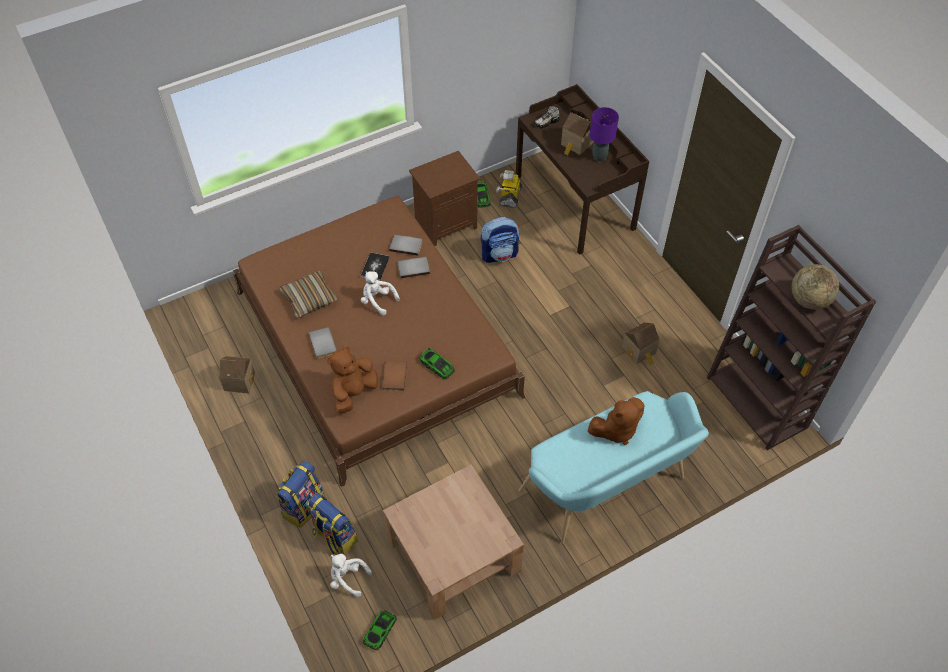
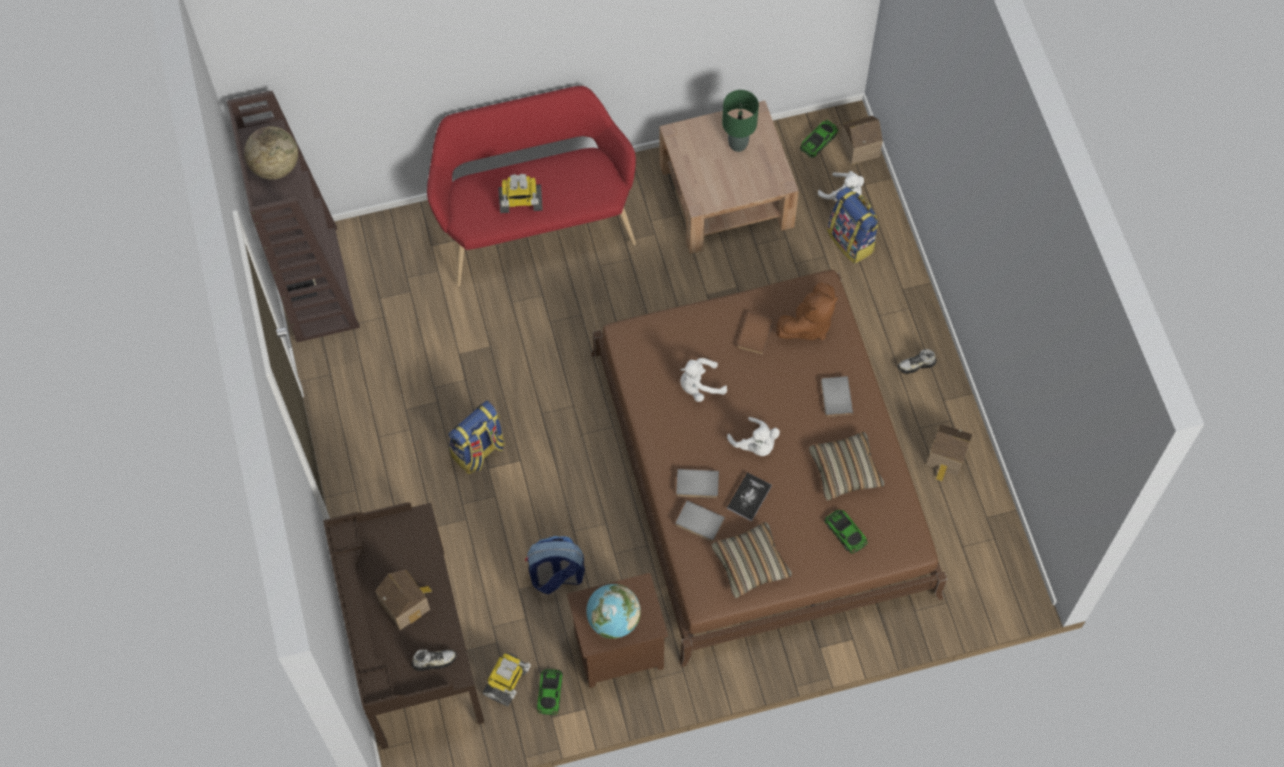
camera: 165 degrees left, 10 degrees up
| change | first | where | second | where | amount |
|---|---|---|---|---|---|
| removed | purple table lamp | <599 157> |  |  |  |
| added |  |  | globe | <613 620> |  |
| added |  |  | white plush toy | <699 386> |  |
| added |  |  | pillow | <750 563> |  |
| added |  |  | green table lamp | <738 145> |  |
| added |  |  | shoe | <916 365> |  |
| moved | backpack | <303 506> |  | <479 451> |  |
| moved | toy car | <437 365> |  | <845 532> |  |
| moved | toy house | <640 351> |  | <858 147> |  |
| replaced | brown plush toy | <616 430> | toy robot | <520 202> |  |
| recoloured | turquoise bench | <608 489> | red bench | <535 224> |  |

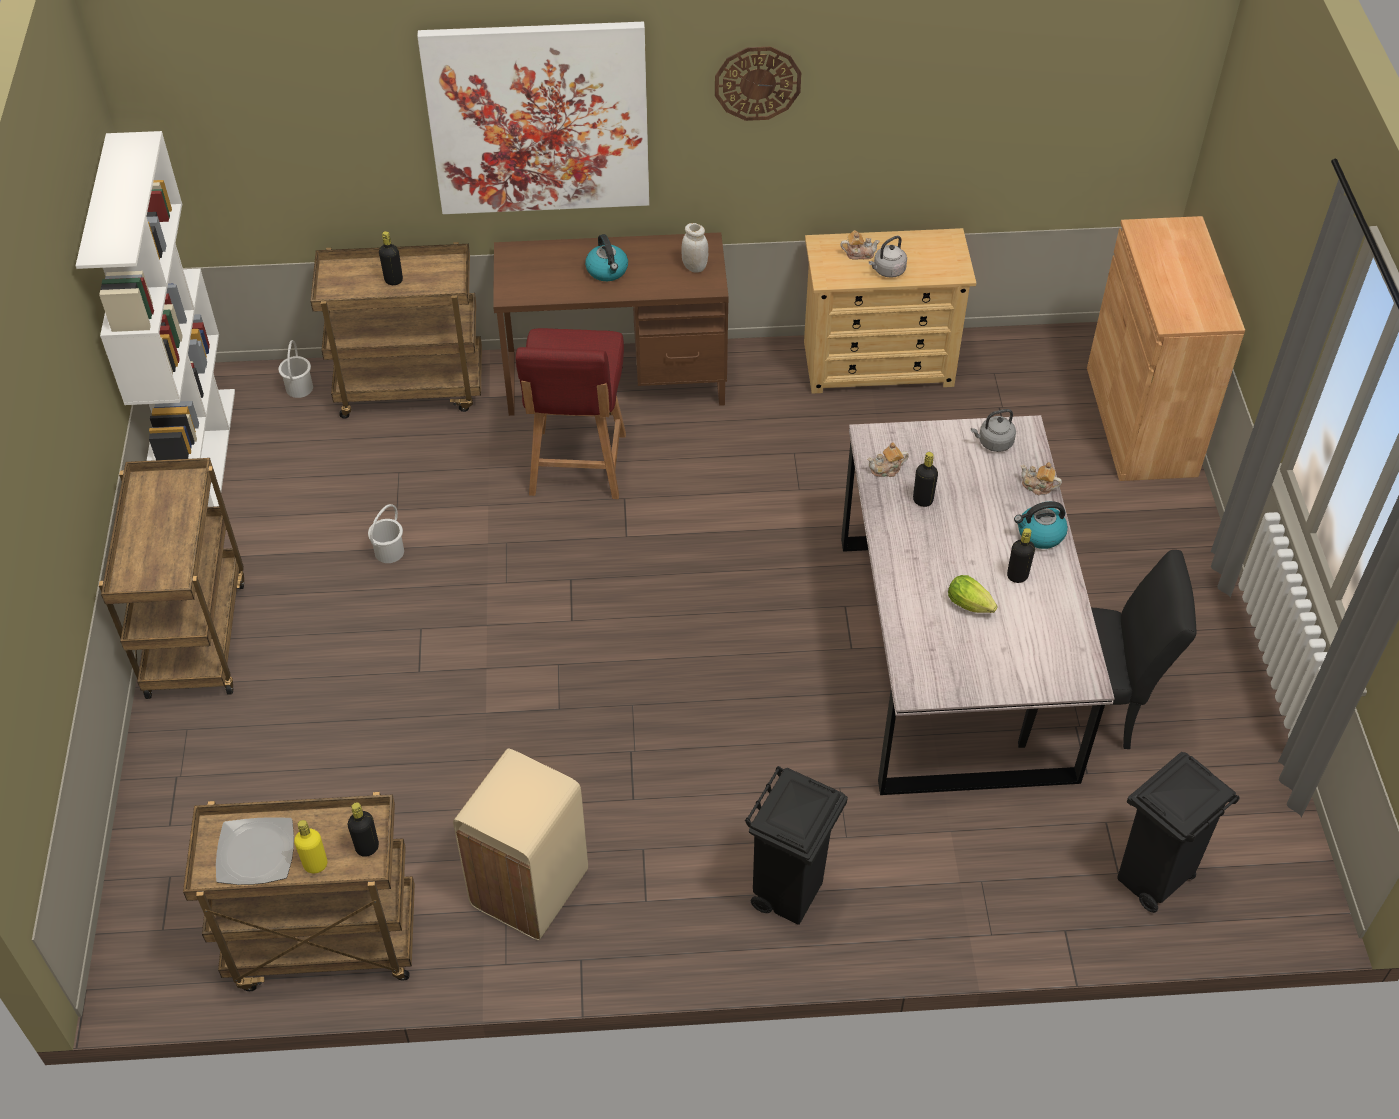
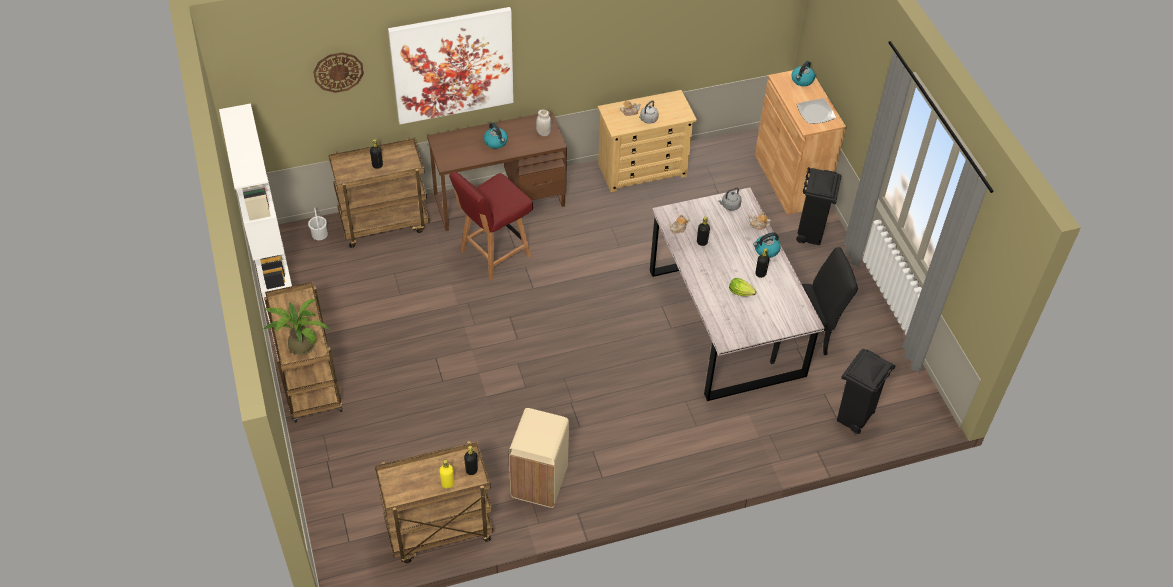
camera: 15 degrees left, 0 degrees up
| change | first | where | second | where | amount |
|---|---|---|---|---|---|
| removed | white bucket | <390 552> |  |  |  |
| added |  |  | potted plant | <299 344> |  |
| added |  |  | kettle | <802 80> |  |
| moved | plate | <256 852> |  | <816 112> |  |
| moved | wall clock | <757 83> |  | <338 72> |  |
| moved | black trash can | <789 893> |  | <810 234> |  |
| turned | red chair | <577 466> |  | <493 254> | 60 degrees clockwise |

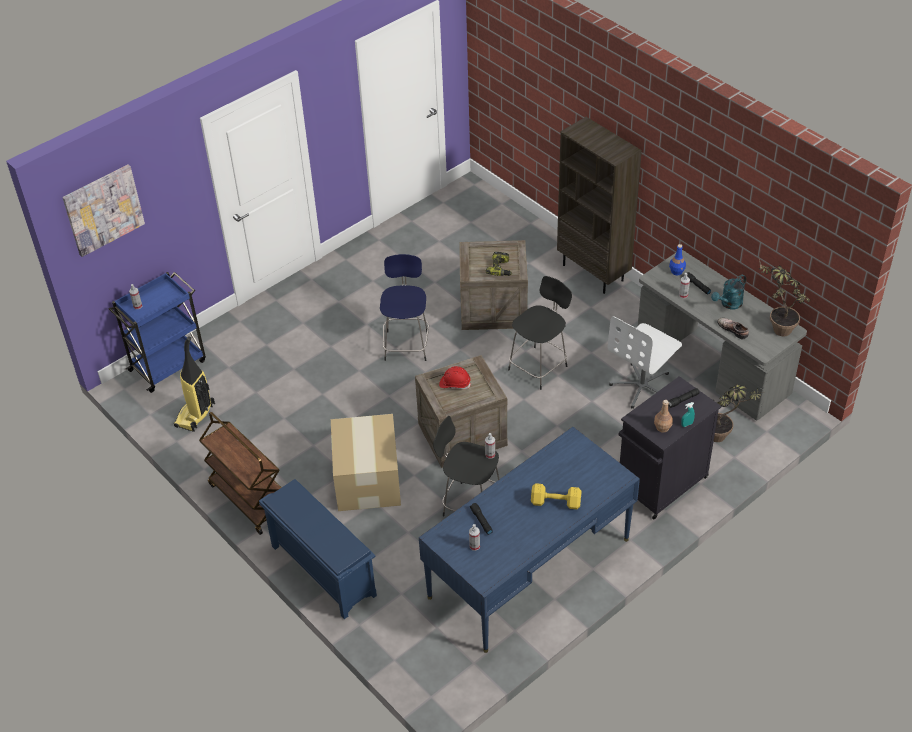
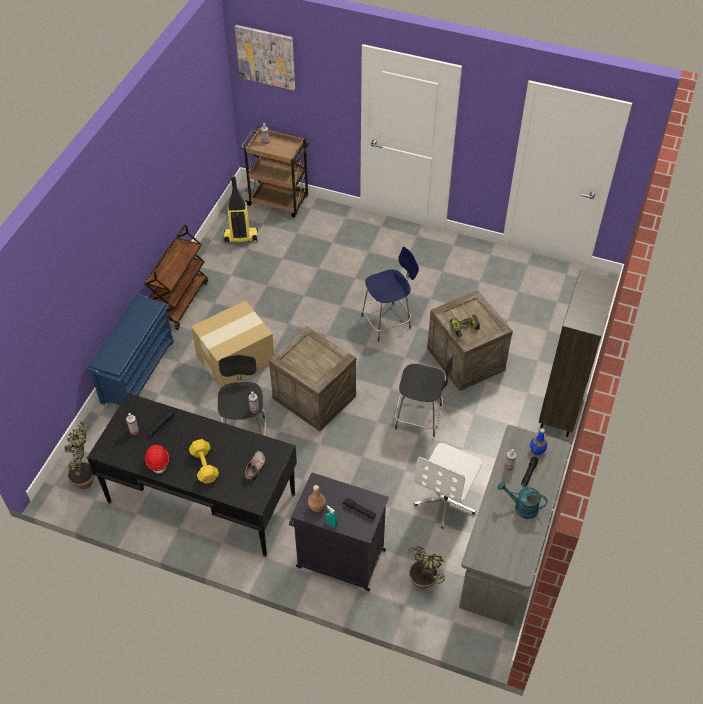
camera: 60 degrees right, 5 degrees up
| change | first | where | second | where | amount |
|---|---|---|---|---|---|
| moved | red hard hat | <455 384> |  | <158 460> |  |
| moved | shoe | <733 329> |  | <255 468> |  |
| moved | potted plant | <776 327> |  | <87 477> |  |
| recoloured | blue cart | <169 364> | brown cart | <279 201> |  |
| recoloured | blue desk | <529 568> | black desk | <201 498> |  |
| turned | white office chair | <642 386> |  | <446 501> | 75 degrees counterclockwise |

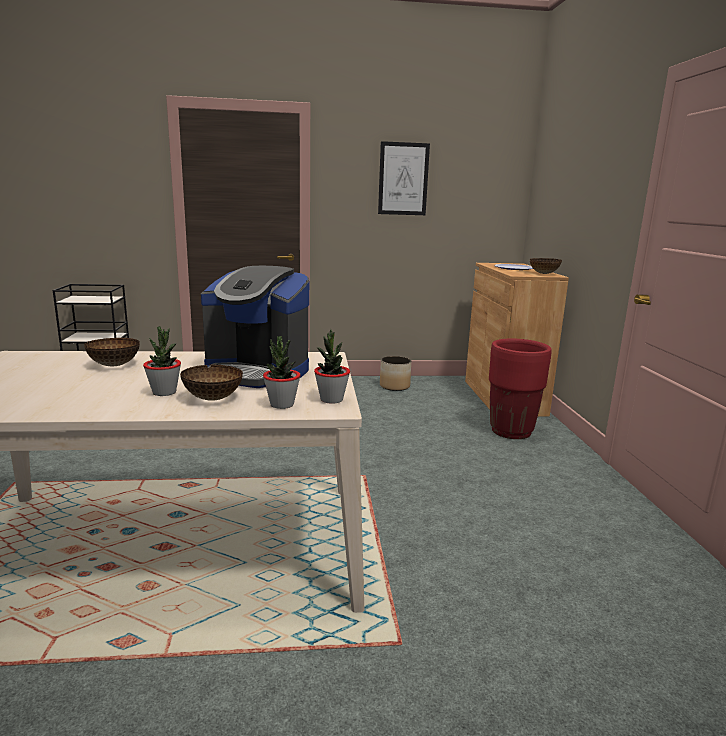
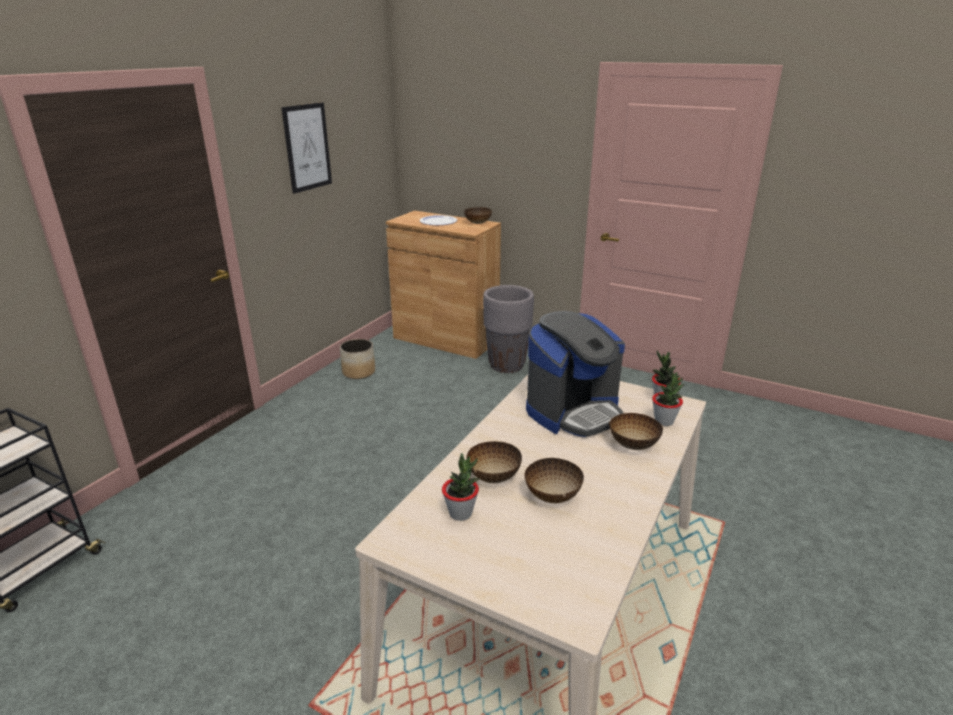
camera: 55 degrees left, 10 degrees up
| change | first | where | second | where | amount |
|---|---|---|---|---|---|
| added |  |  | bowl | <551 496> |  |
| moved | potted plant | <164 392> |  | <460 513> |  |
| recoloured | red planter | <511 431> | grey planter | <507 365> |  |

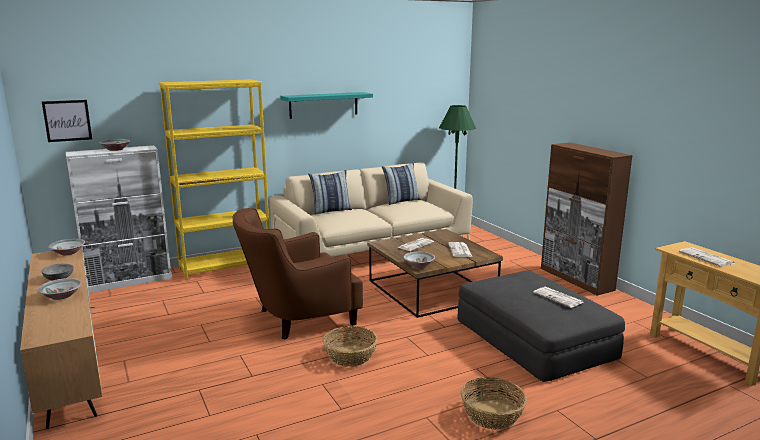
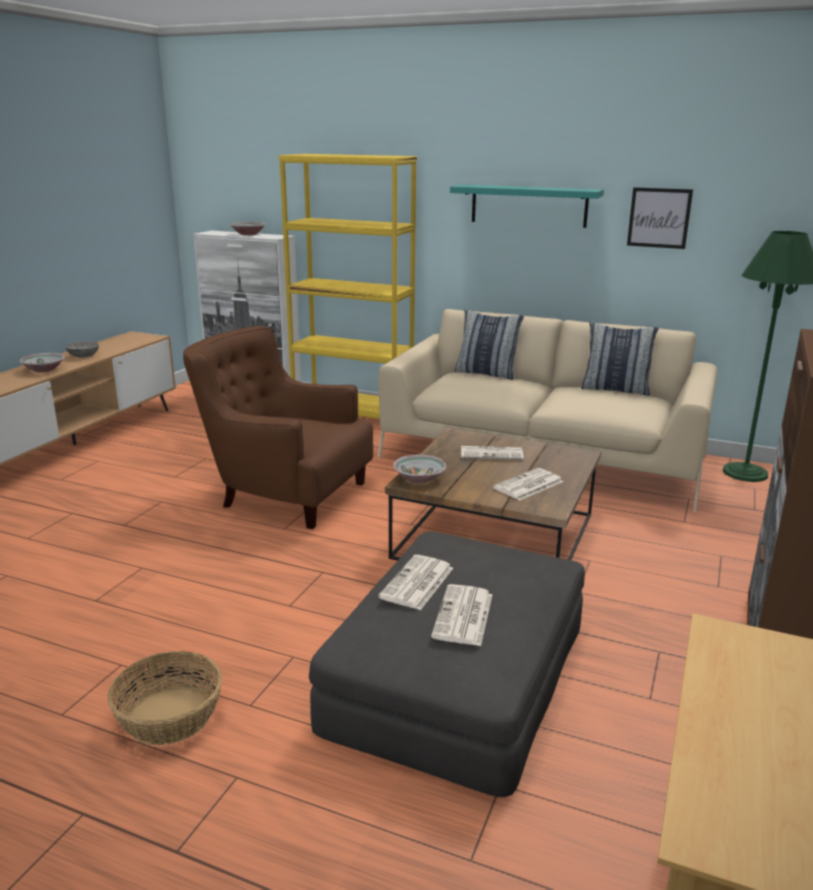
camera: 50 degrees right, 5 degrees up
| change | first | where | second | where | amount |
|---|---|---|---|---|---|
| removed | bowl | <68 252> |  |  |  |
| removed | basket | <350 356> |  |  |  |
| moved | picture | <67 120> |  | <659 218> |  |
| moved | newspaper | <707 258> |  | <417 583> |  |

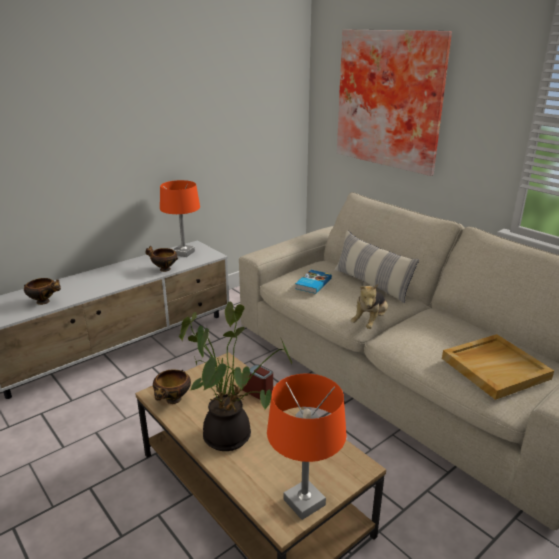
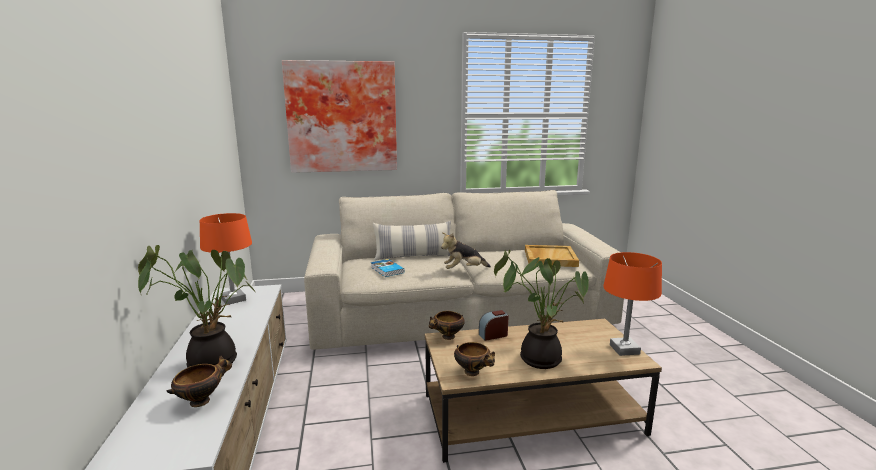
camera: 60 degrees left, 10 degrees down
| change | first | where | second | where | amount |
|---|---|---|---|---|---|
| added |  |  | potted plant | <212 361> |  |
| moved | bowl | <163 269> |  | <447 337> |  |
| turned | plush toy | <370 322> |  | <464 270> | 105 degrees clockwise |

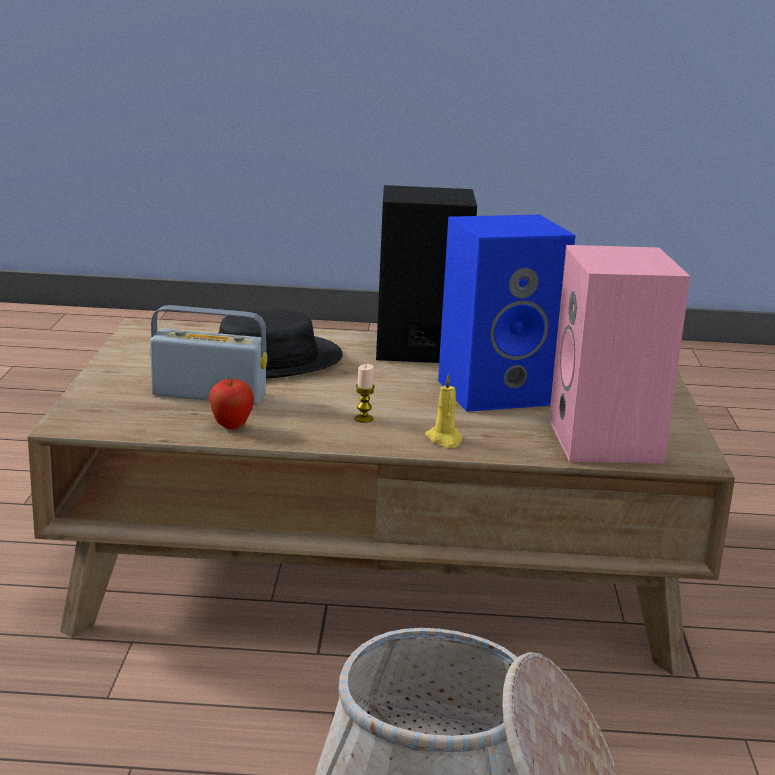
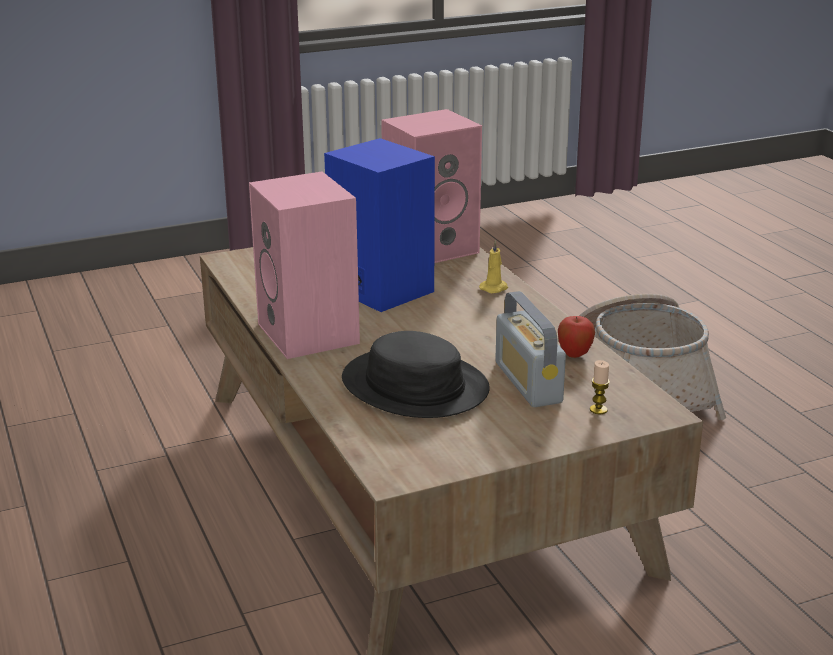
camera: 115 degrees left, 5 degrees up
| change | first | where | second | where | amount |
|---|---|---|---|---|---|
| moved | candle | <363 419> |  | <598 410> |  |
| recoloured | black speaker | <417 349> | pink speaker | <311 334> |  |

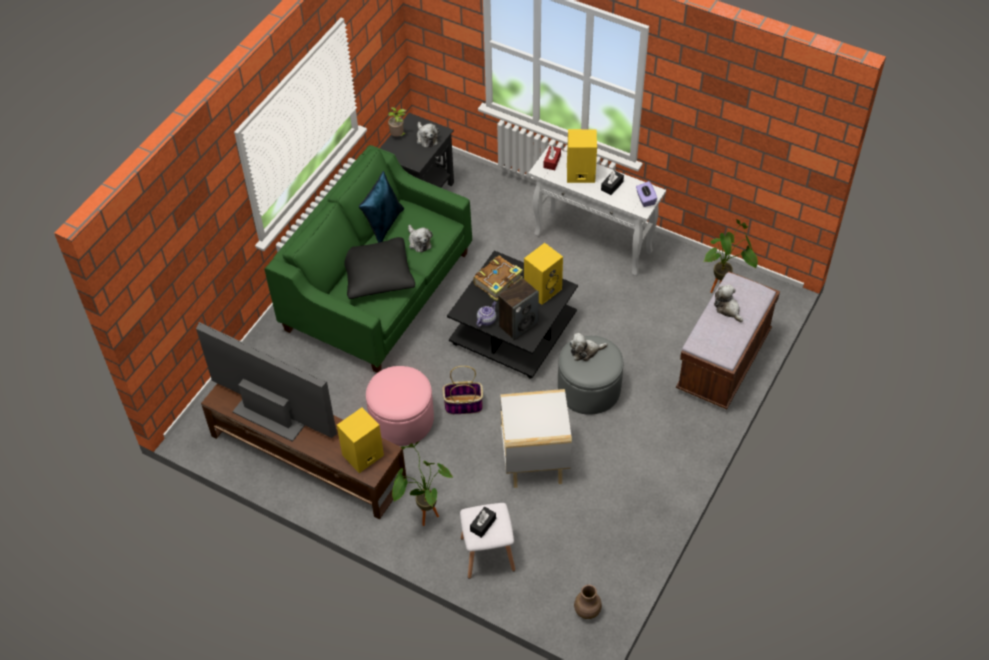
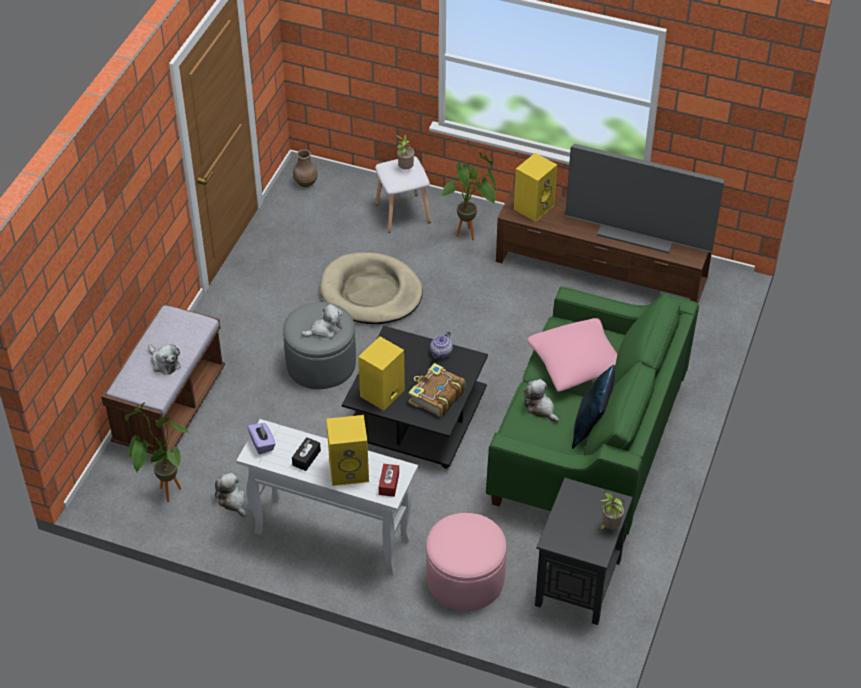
camera: 170 degrees right, 5 degrees down
| change | first | where | second | where | amount |
|---|---|---|---|---|---|
| removed | basket | <463 405> |  |  |  |
| removed | speaker | <518 325> |  |  |  |
| moved | pink ottoman | <402 419> |  | <465 579> |  |
| moved | plush toy | <426 138> |  | <232 501> |  |
| replaced | black tissue box | <483 525> | potted plant | <405 168> |  |
| replaced | white side table | <534 458> | beige dog bed | <371 292> |  |
| recoloured | black pillow | <377 275> | pink pillow | <577 364> |  |

